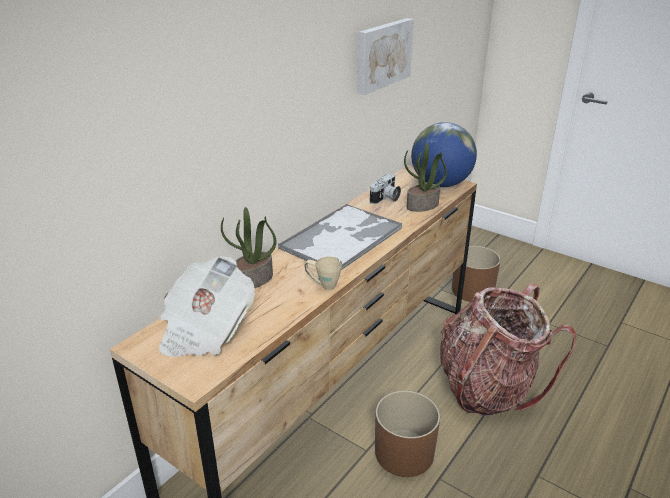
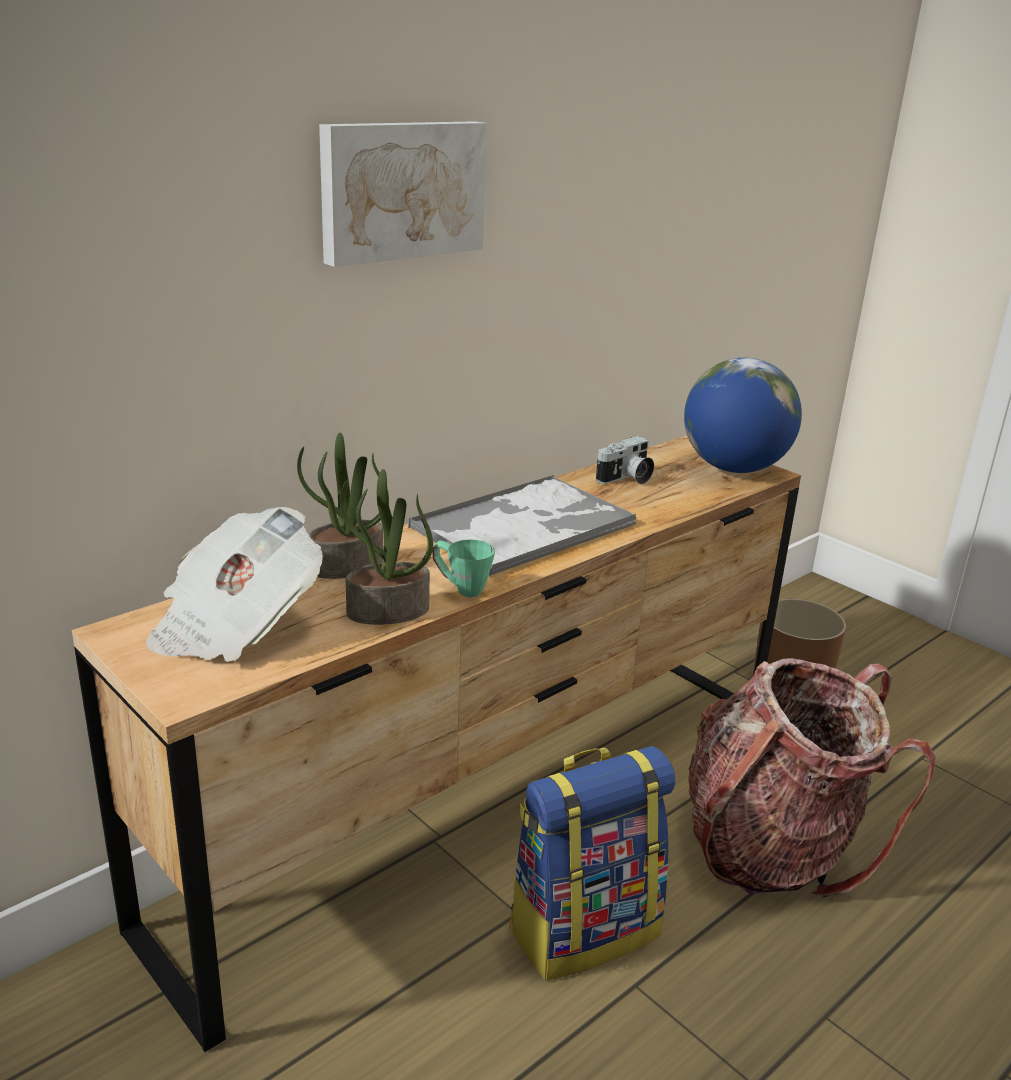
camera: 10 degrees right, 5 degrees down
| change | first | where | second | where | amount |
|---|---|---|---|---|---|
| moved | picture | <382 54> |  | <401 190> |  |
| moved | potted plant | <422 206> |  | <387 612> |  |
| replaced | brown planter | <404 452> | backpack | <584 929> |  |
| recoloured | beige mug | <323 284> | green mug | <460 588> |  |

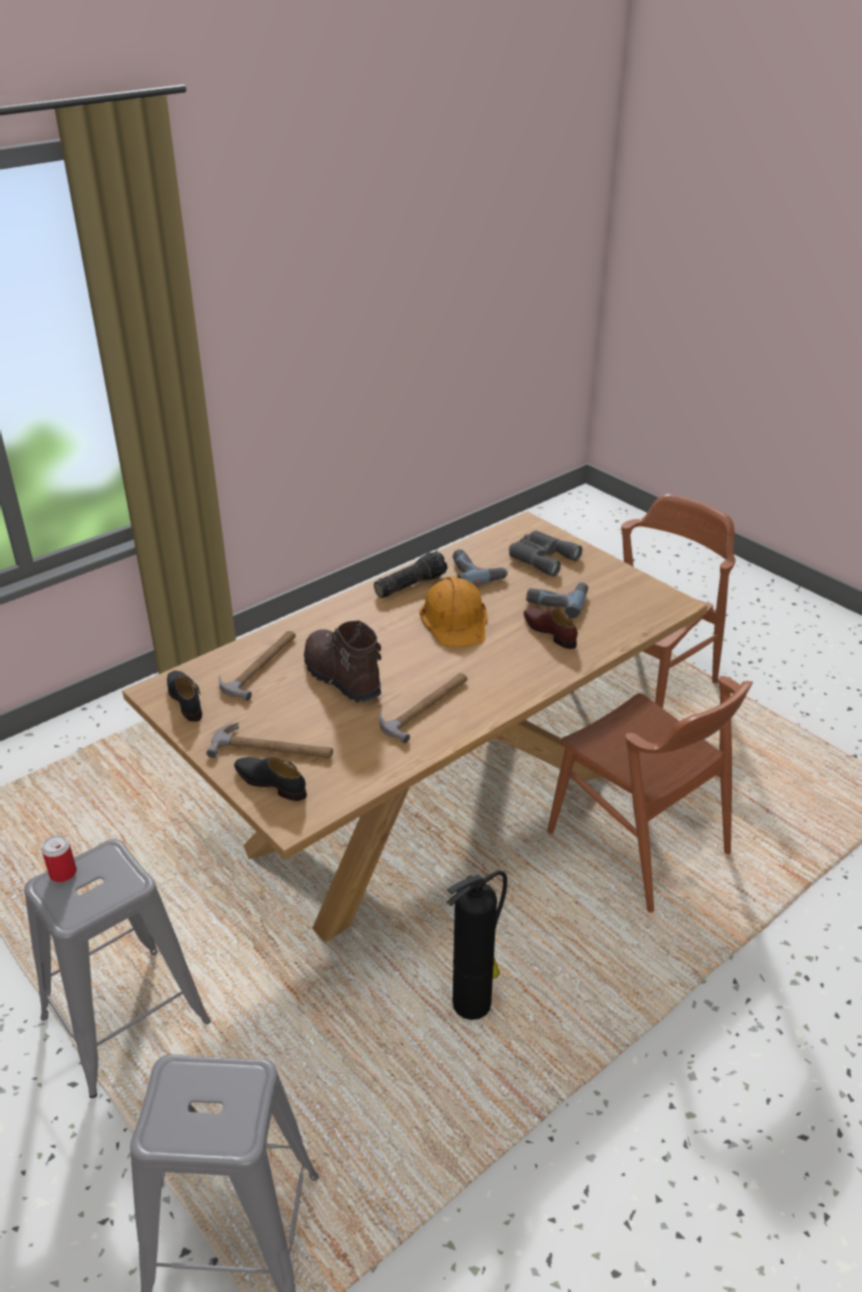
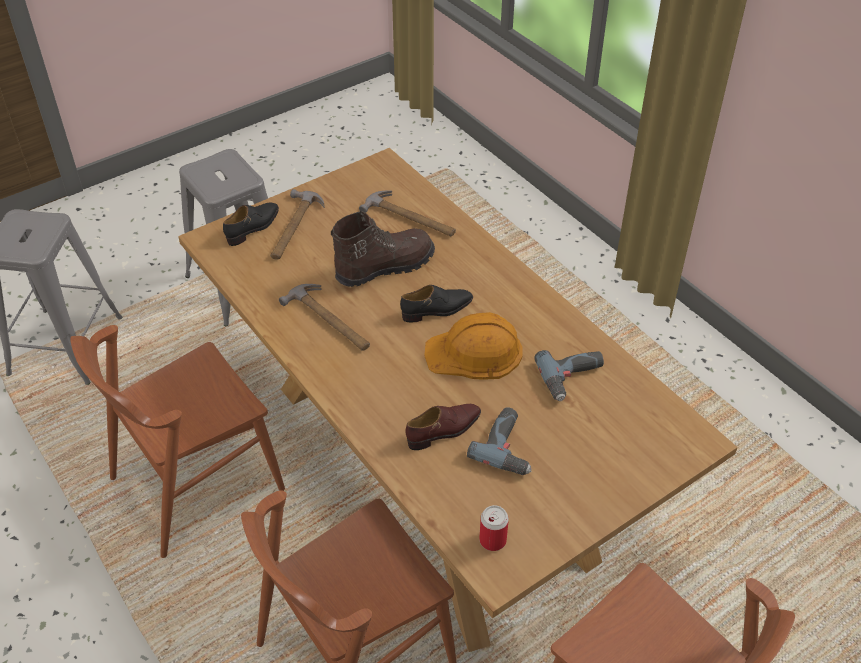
camera: 95 degrees right, 10 degrees up
| change | first | where | second | where | amount |
|---|---|---|---|---|---|
| removed | flashlight | <410 584> |  |  |  |
| removed | grey binoculars | <541 557> |  |  |  |
| moved | can | <63 873> |  | <492 540> |  |
| moved | black shoe | <185 699> |  | <437 310> |  |
| replaced | fire extinguisher | <473 1003> | brown chair | <196 484> |  |

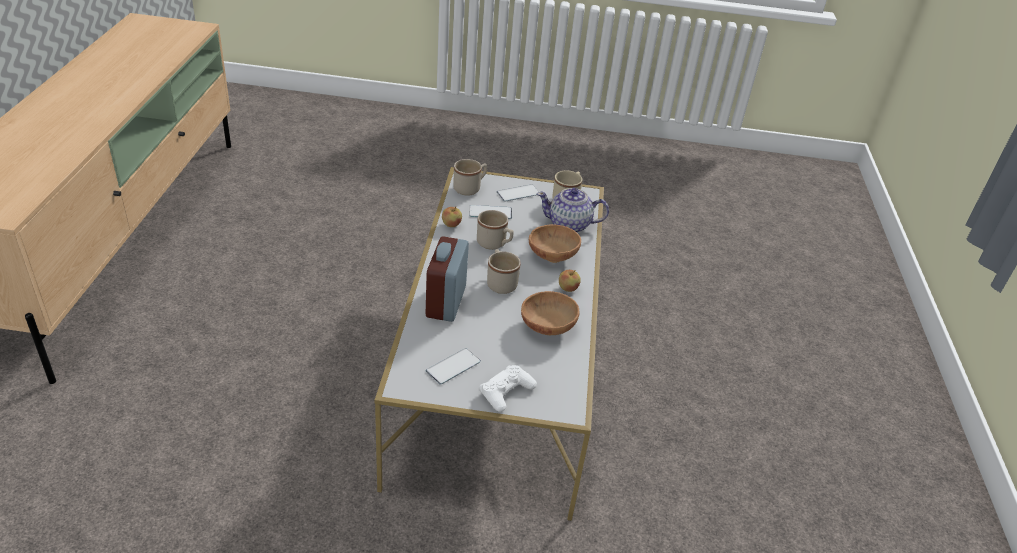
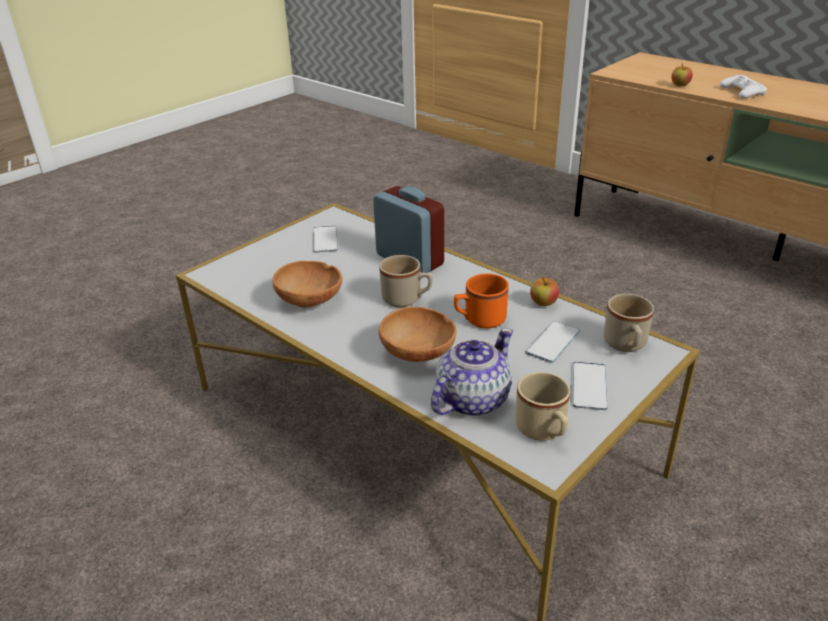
camera: 130 degrees right, 5 degrees down
| change | first | where | second | where | amount |
|---|---|---|---|---|---|
| moved | white game controller | <506 392> |  | <742 92> |  |
| moved | apple | <568 288> |  | <680 85> |  |
| recoloured | beige mug | <494 244> | orange mug | <479 320> |  |

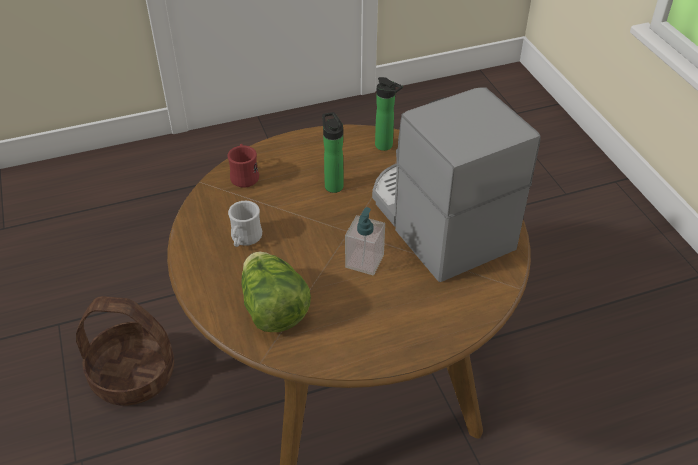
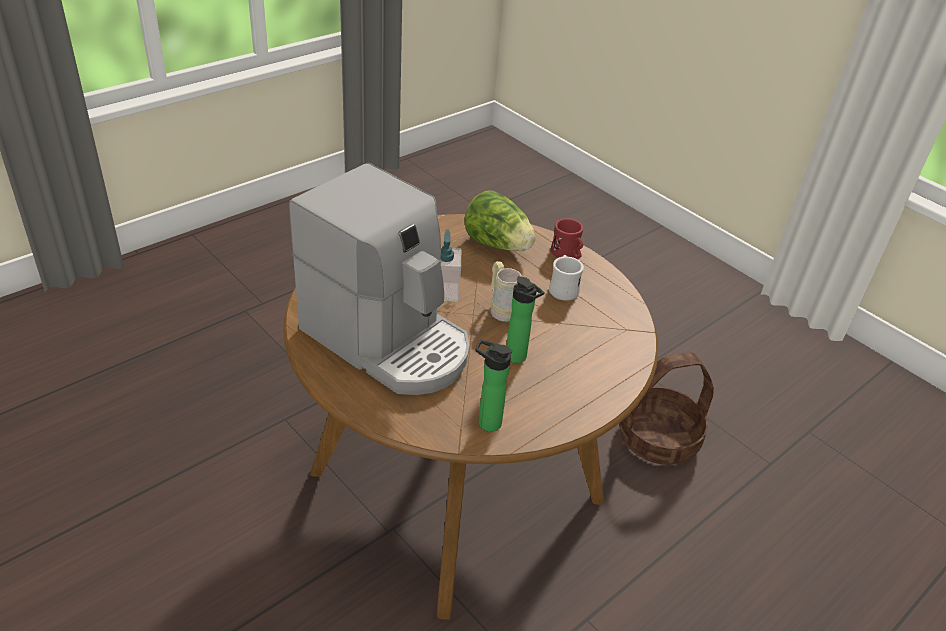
camera: 155 degrees right, 5 degrees down
| change | first | where | second | where | amount |
|---|---|---|---|---|---|
| added |  |  | beige mug | <501 309> |  |
| moved | red mug | <244 175> |  | <567 255> |  |

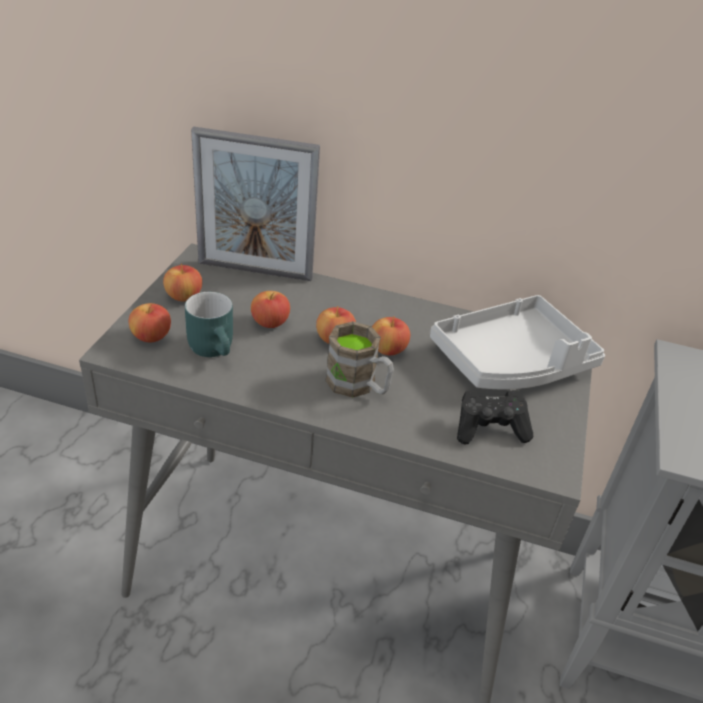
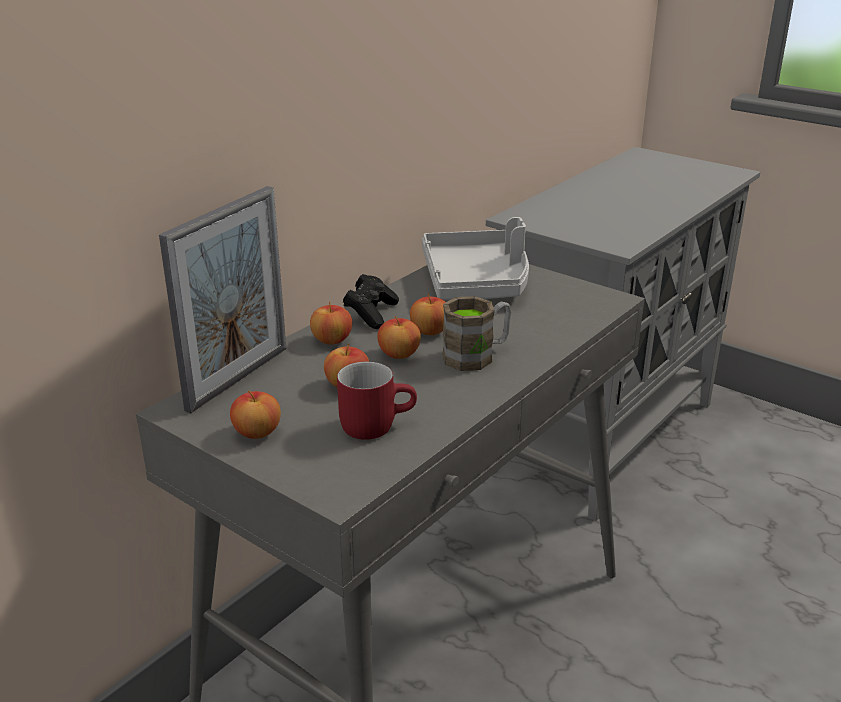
camera: 65 degrees left, 10 degrees down
| change | first | where | second | where | amount |
|---|---|---|---|---|---|
| moved | apple | <151 336> |  | <332 340> |  |
| moved | black game controller | <490 429> |  | <371 314> |  |
| recoloured | turquoise mug | <216 349> | red mug | <375 424> |  |

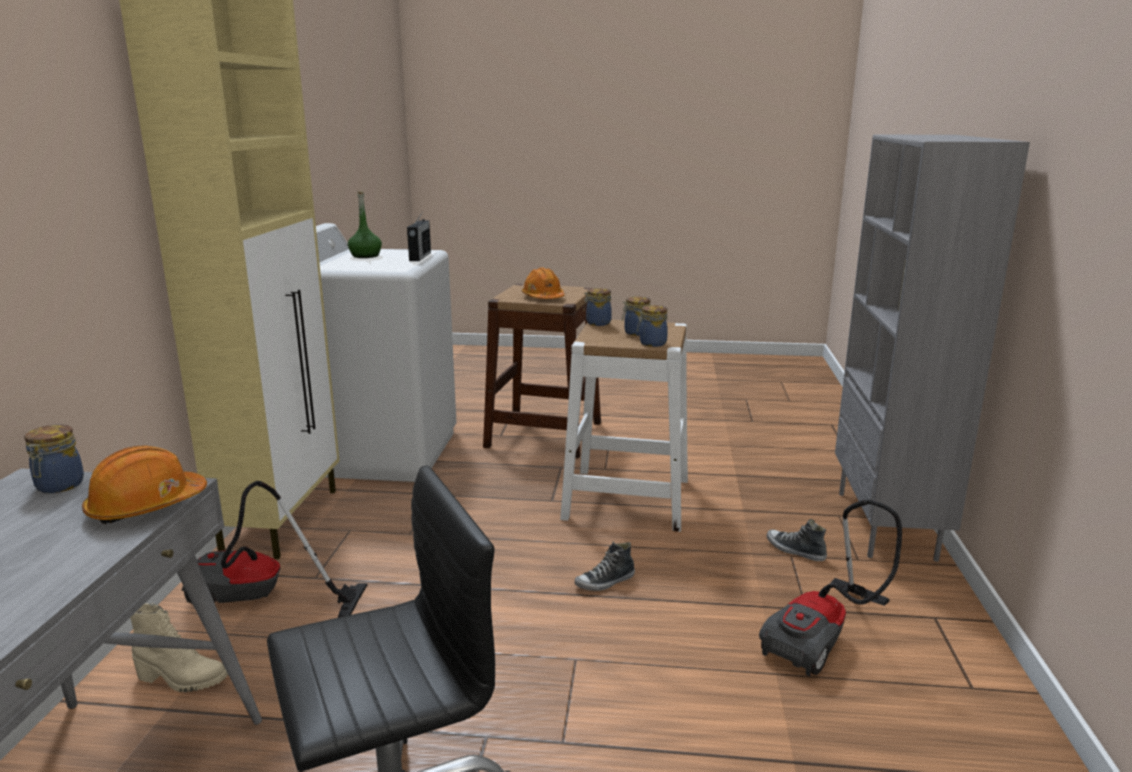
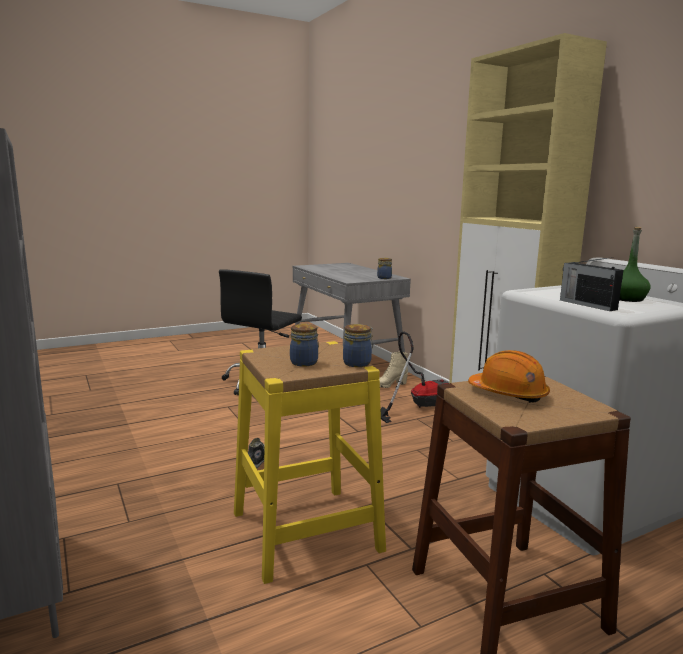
camera: 145 degrees right, 5 degrees down
| change | first | where | second | where | amount |
|---|---|---|---|---|---|
| removed | orange hard hat | <146 506> |  |  |  |
| removed | jar | <651 343> |  |  |  |
| removed | vacuum cleaner | <824 638> |  |  |  |
| removed | shoe | <795 550> |  |  |  |
| recoloured | white stool | <627 498> | yellow stool | <306 531> |  |

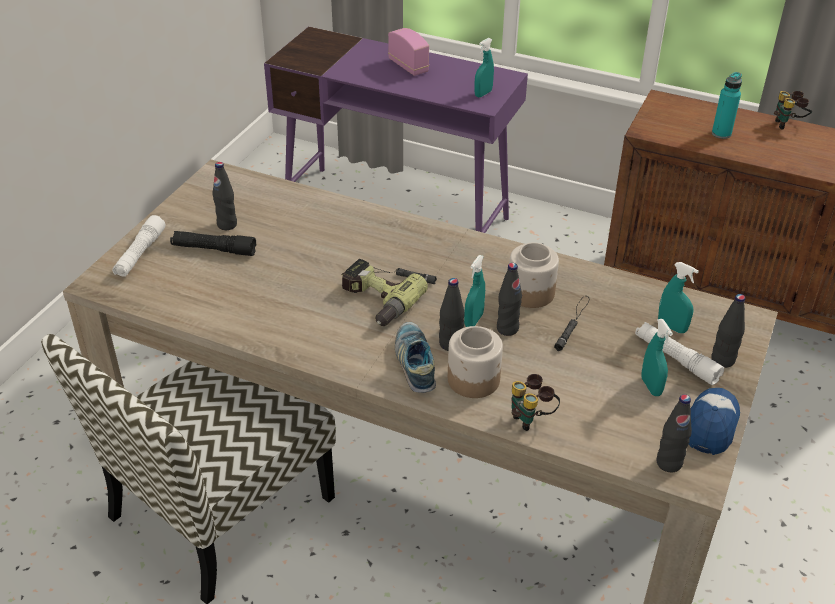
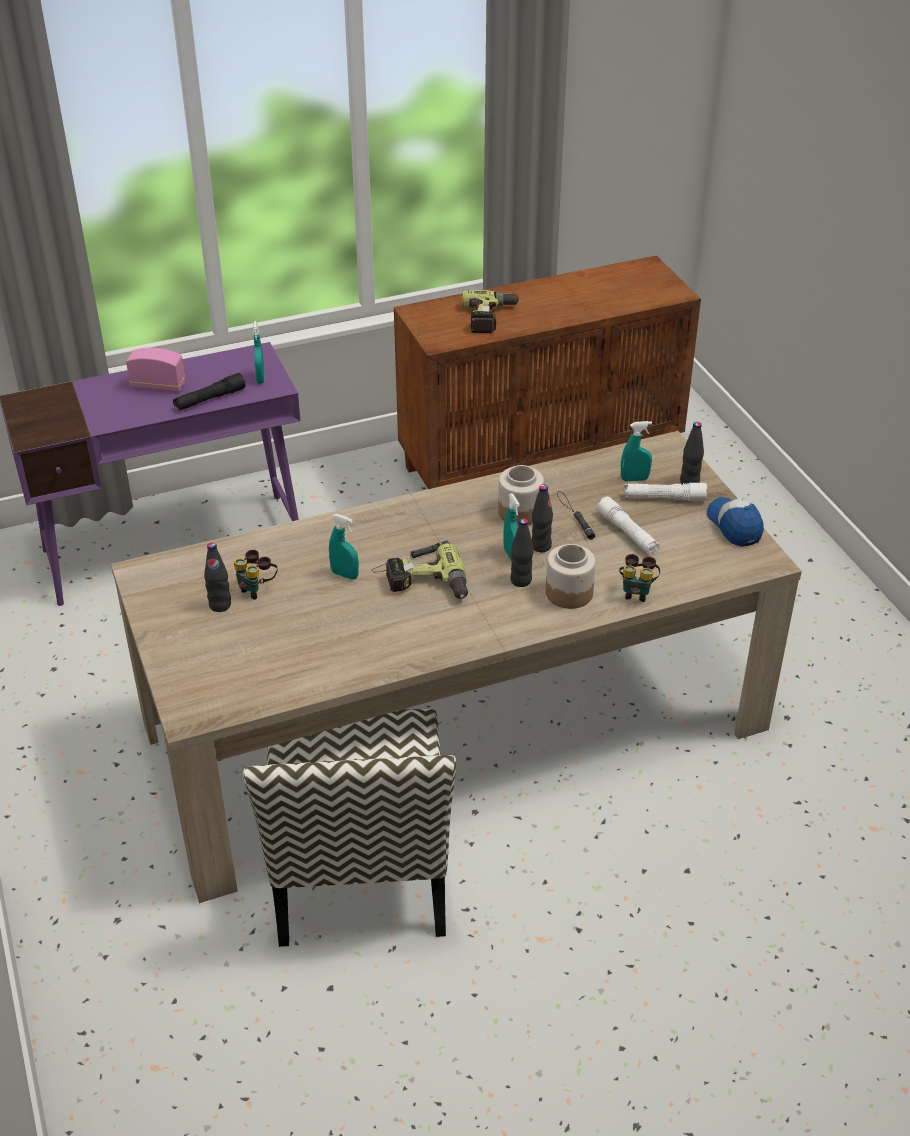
camera: 45 degrees left, 0 degrees up
| change | first | where | second | where | amount |
|---|---|---|---|---|---|
| removed | shoe | <415 364> |  |  |  |
| removed | black bottle | <669 463> |  |  |  |
| moved | white flashlight | <140 254> |  | <627 533> |  |
| moved | black flashlight | <214 249> |  | <210 399> |  |
| moved | turquoise spray bottle | <651 386> |  | <344 574> |  |
| moved | binoculars | <788 125> |  | <257 589> |  |
| replaced | turquoise bottle | <721 133> | power drill | <491 318> |  |

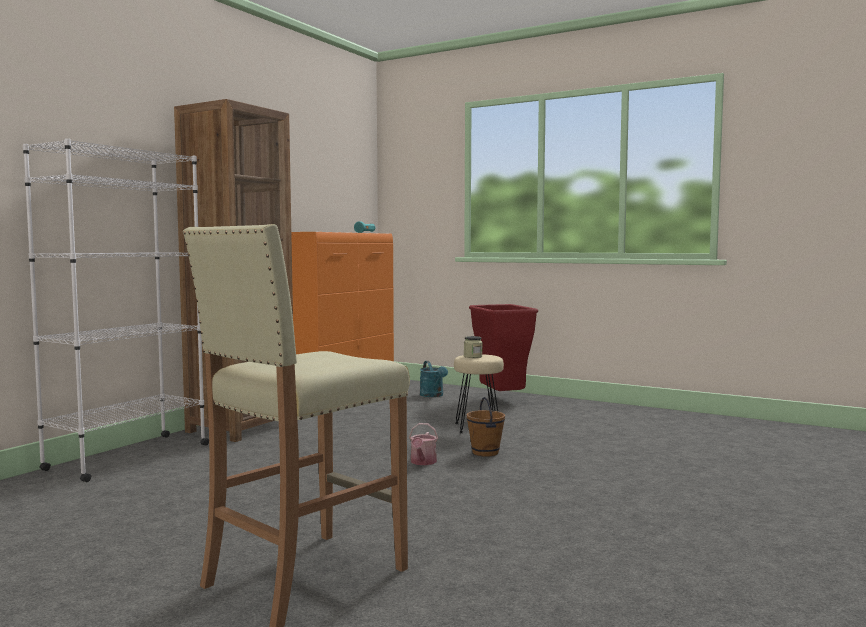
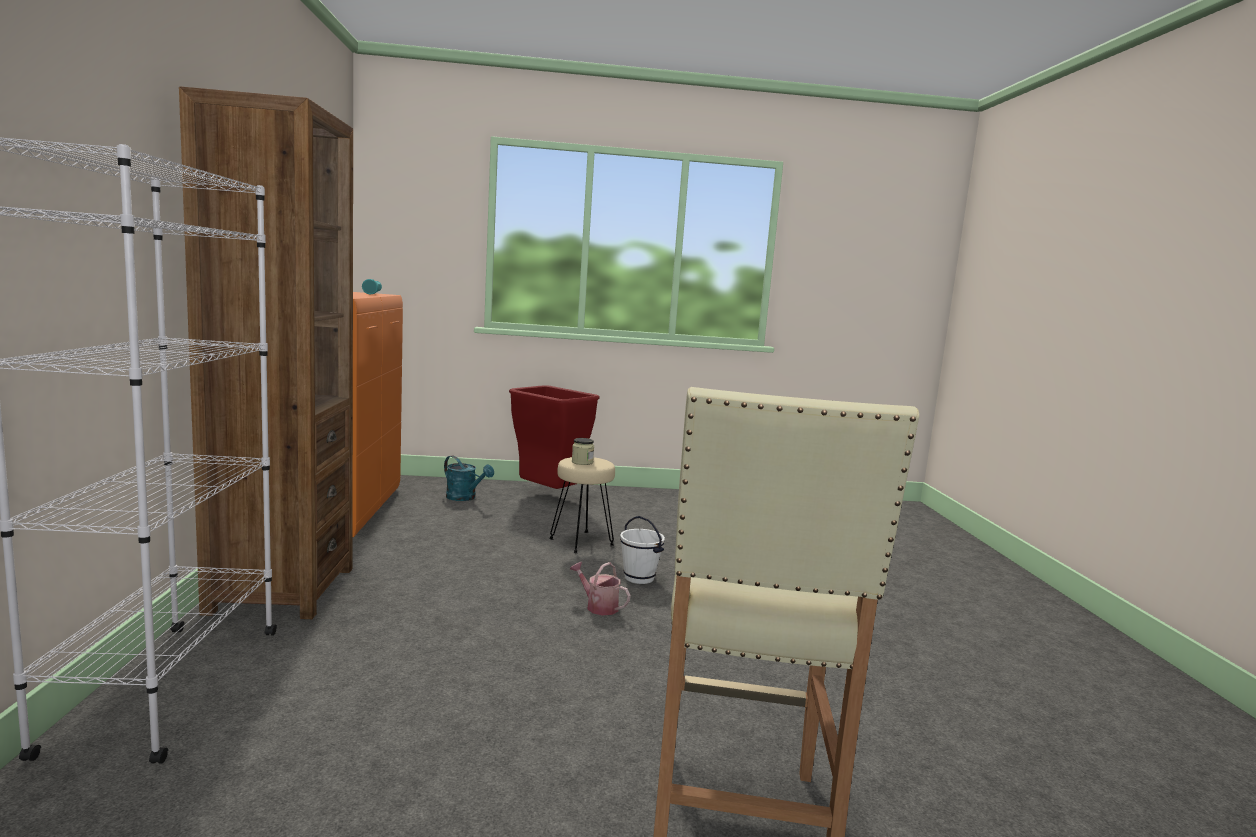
camera: 35 degrees left, 5 degrees up
| change | first | where | second | where | amount |
|---|---|---|---|---|---|
| recoloured | brown bucket | <486 452> | white bucket | <639 578> |  |
| turned | watering can | <422 462> |  | <598 606> | 150 degrees clockwise |

